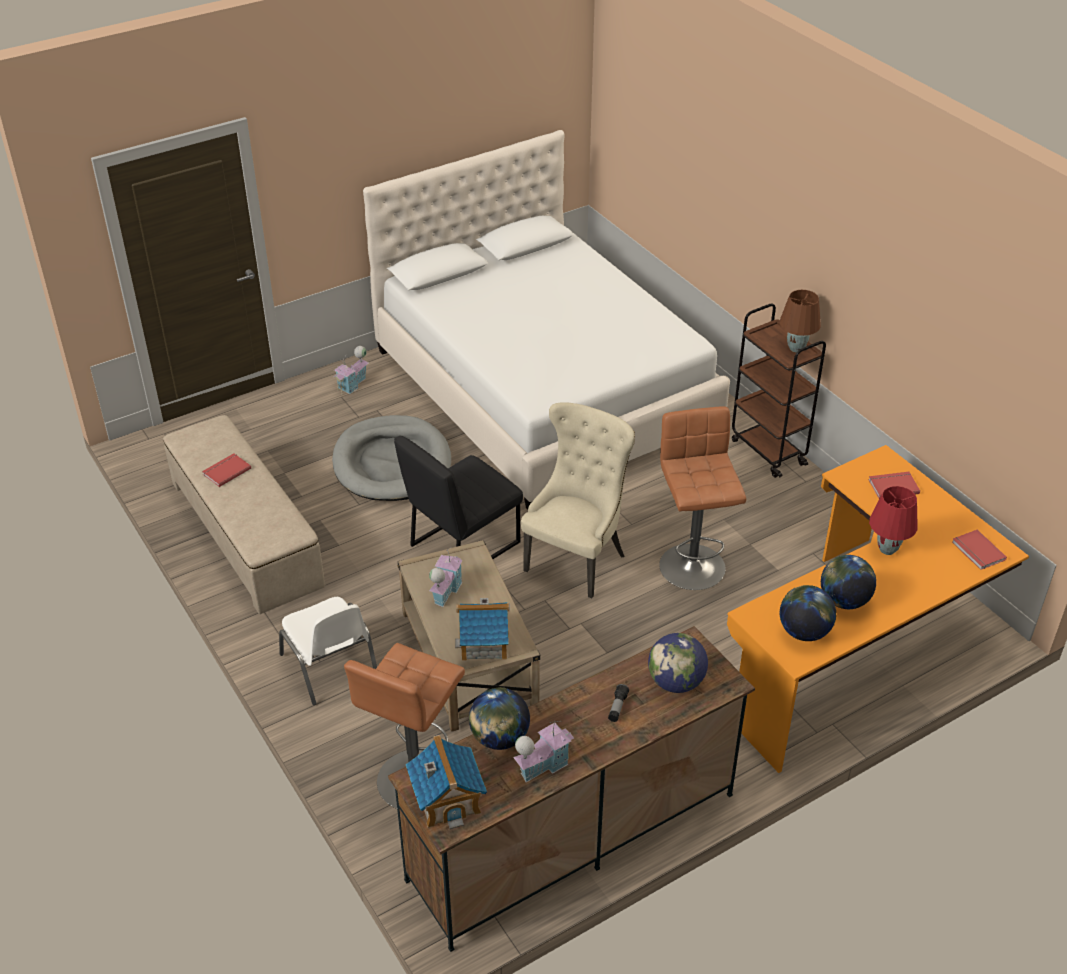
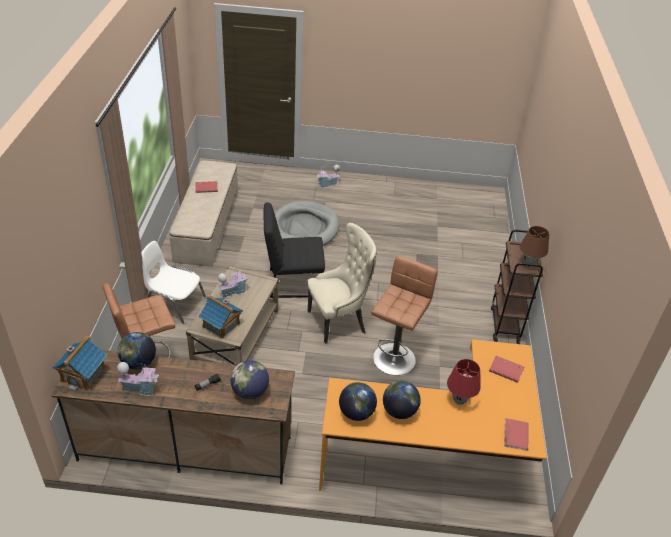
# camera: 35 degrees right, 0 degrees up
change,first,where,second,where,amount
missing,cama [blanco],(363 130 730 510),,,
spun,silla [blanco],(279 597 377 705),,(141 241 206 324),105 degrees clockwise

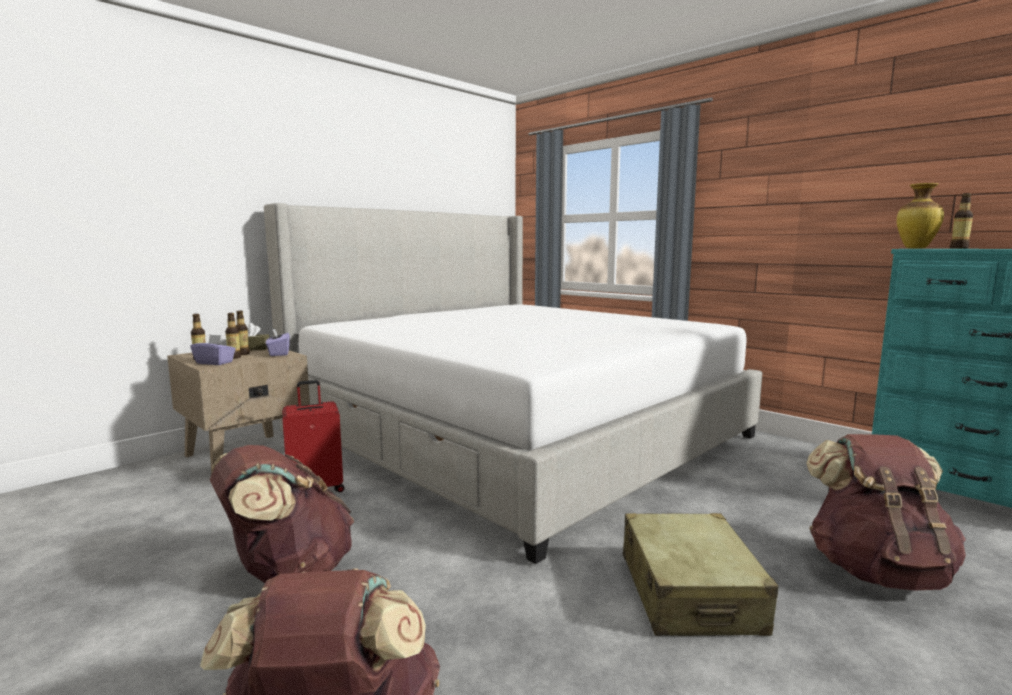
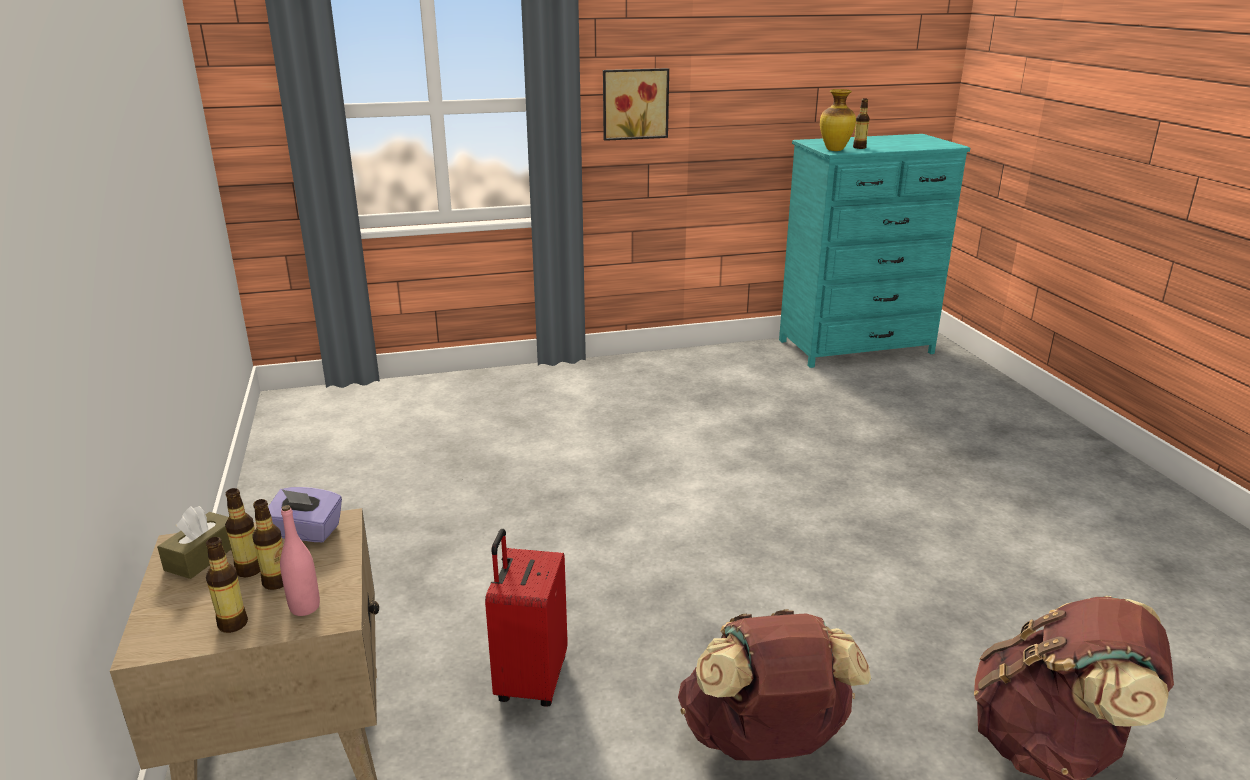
# camera: 60 degrees left, 15 degrees up
change,first,where,second,where,amount
missing,cama,(264 203 762 564),,,
exchanged,caja de pañuelos [morado],(190 335 236 365),botella [rosa],(280 505 320 616),
missing,mochila [marrón],(806 434 966 591),,,
missing,maleta [beis],(623 513 778 636),,,
appeared,,,cuadro,(603 68 669 141),

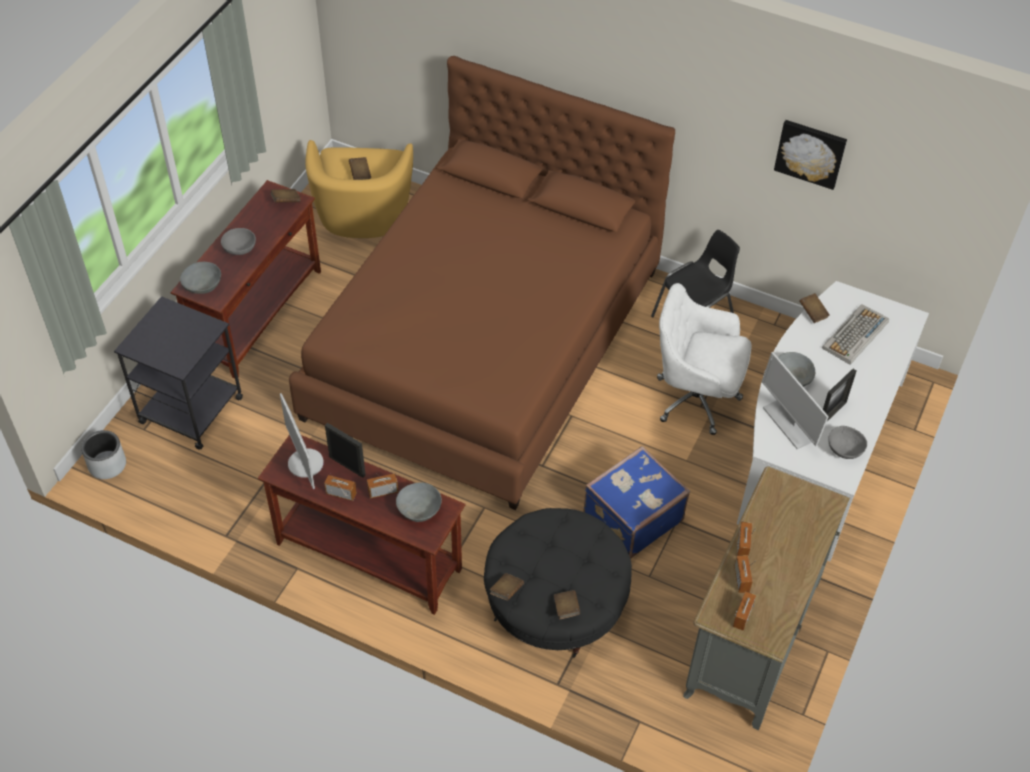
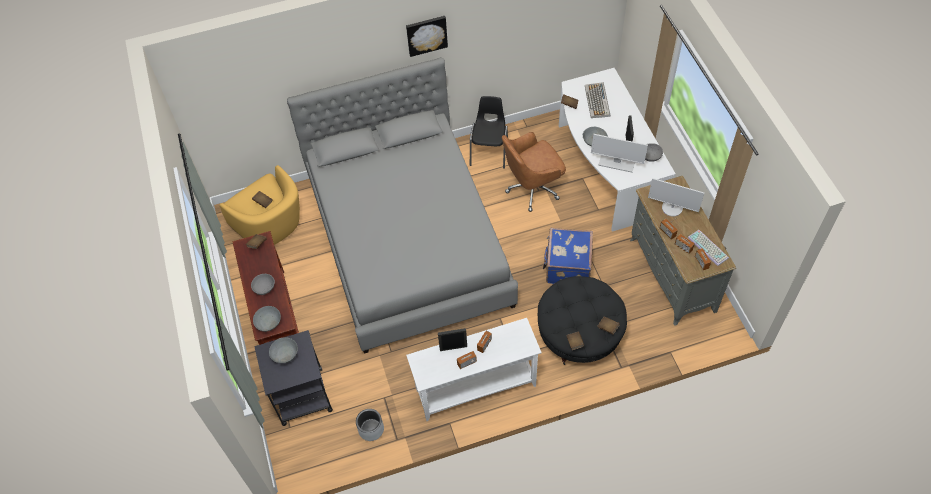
# camera: 40 degrees left, 5 degrees up
change,first,where,second,where,amount
colour,cama [marrón],(289 56 675 510),cama [gris],(287 57 518 354),
relocated,cuadro,(774 120 847 190),,(406 16 448 57),
colour,silla de oficina [blanco],(657 283 751 435),silla de oficina [marrón],(502 132 566 212),
relocated,monitor,(280 393 324 489),,(648 178 704 217),
relocated,maceta [gris],(81 430 126 479),,(356 409 384 441),
colour,mesa consola [marrón],(258 435 466 615),mesa consola [blanco],(406 318 542 421),
relocated,cuenco [gris],(396 482 442 522),,(269 337 298 363),
appeared,,,teclado,(688 230 729 266),

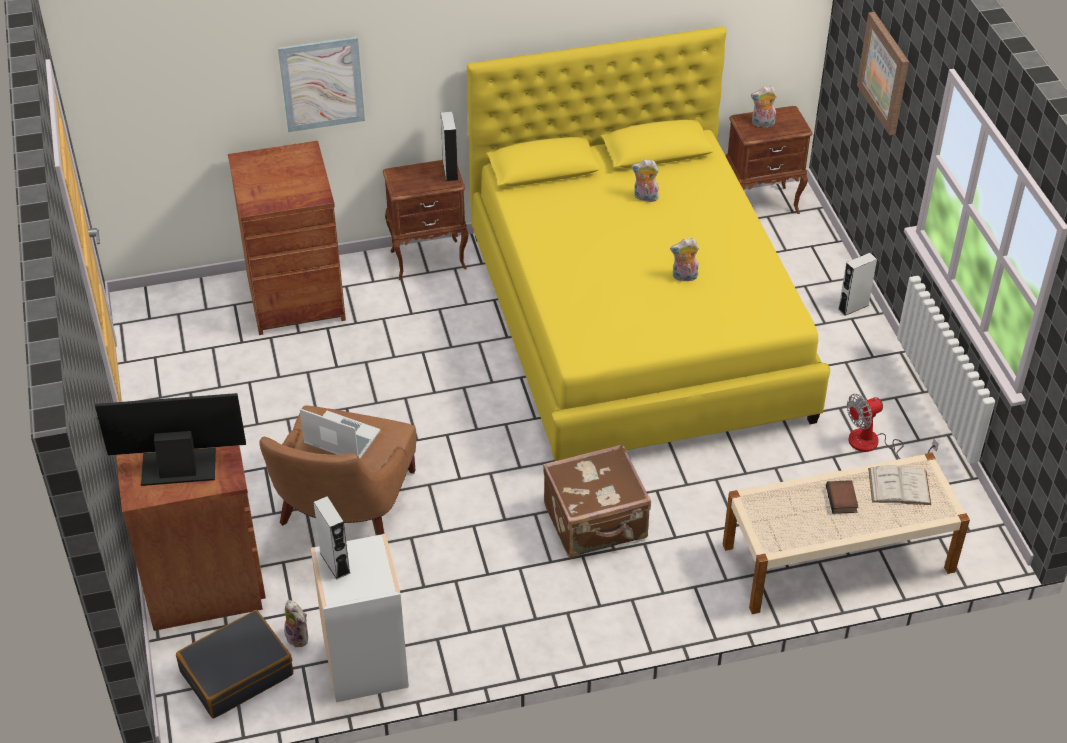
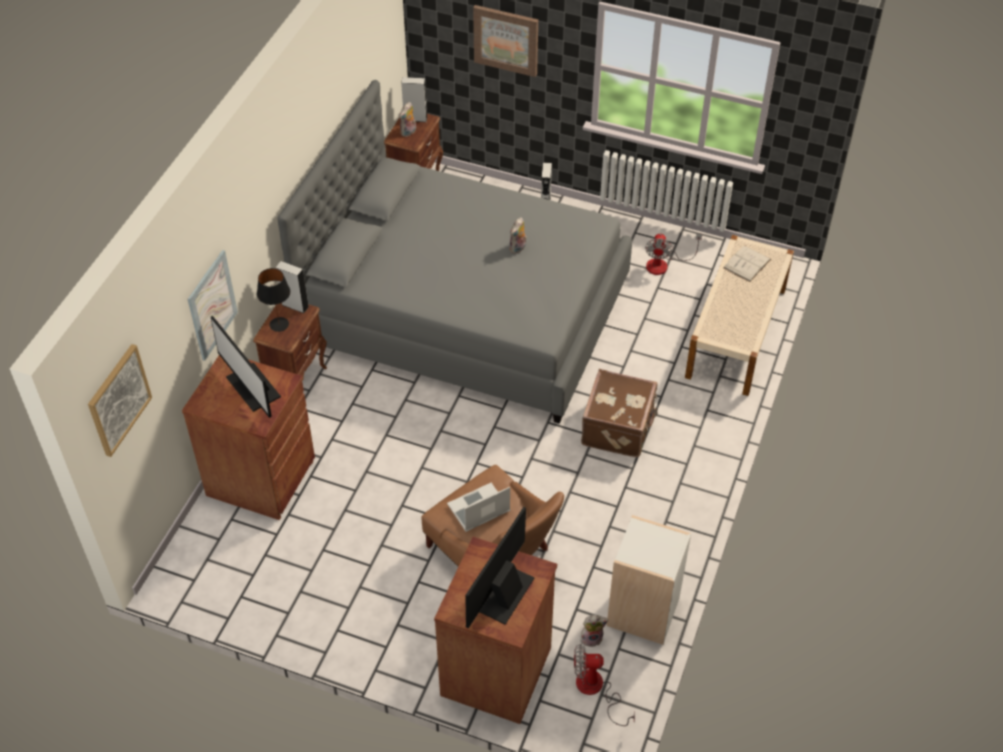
# camera: 55 degrees left, 5 degrees up
change,first,where,second,where,amount
colour,cama [amarillo],(467 26 830 461),cama [gris],(277 80 632 424),
missing,peluche,(632 159 660 202),,,
missing,libro,(826 480 858 514),,,
relocated,altavoz [gris],(314 496 350 579),,(401 77 427 122),
exchanged,maleta [negro],(176 610 293 718),ventilador,(574 644 635 726),
appeared,,,lámpara de mesa [negro],(257 268 290 332),
appeared,,,monitor,(211 316 281 418),
appeared,,,cuadro,(88 344 152 457),

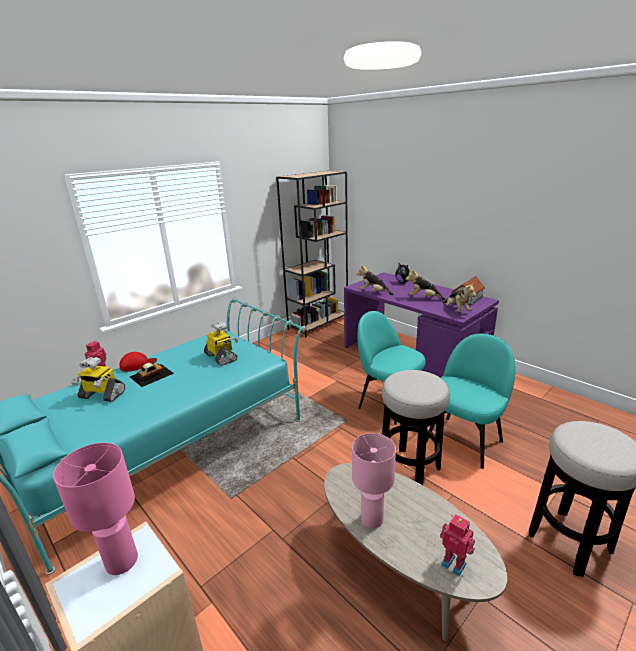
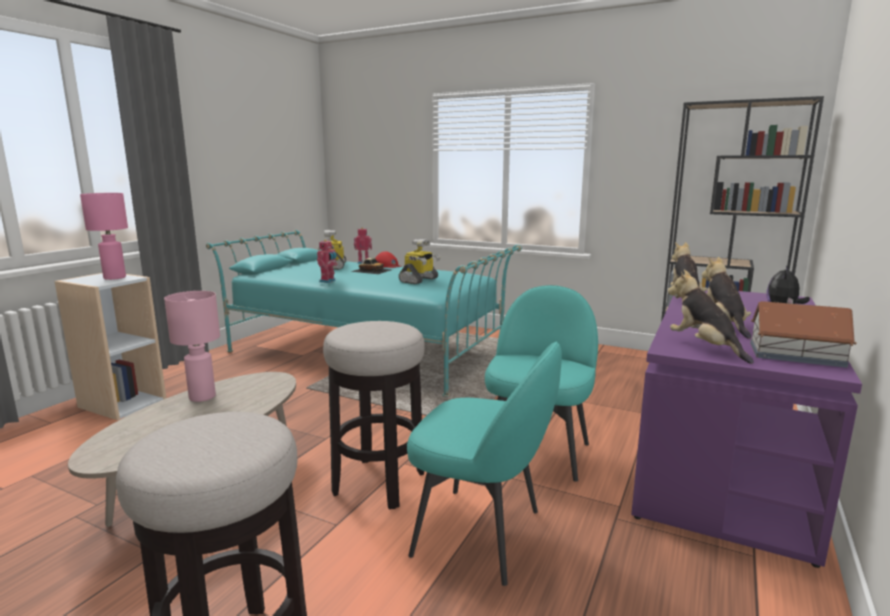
# camera: 70 degrees right, 10 degrees down
change,first,where,second,where,amount
spun,peluche,(442 283 476 312),,(668 270 754 364),105 degrees clockwise
relocated,robot de juguete,(440 514 475 576),,(317 240 338 283),

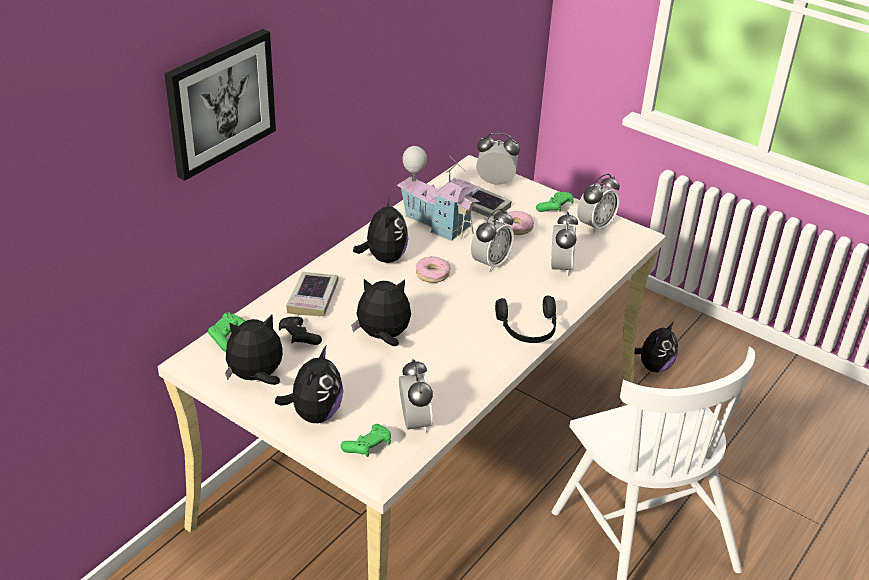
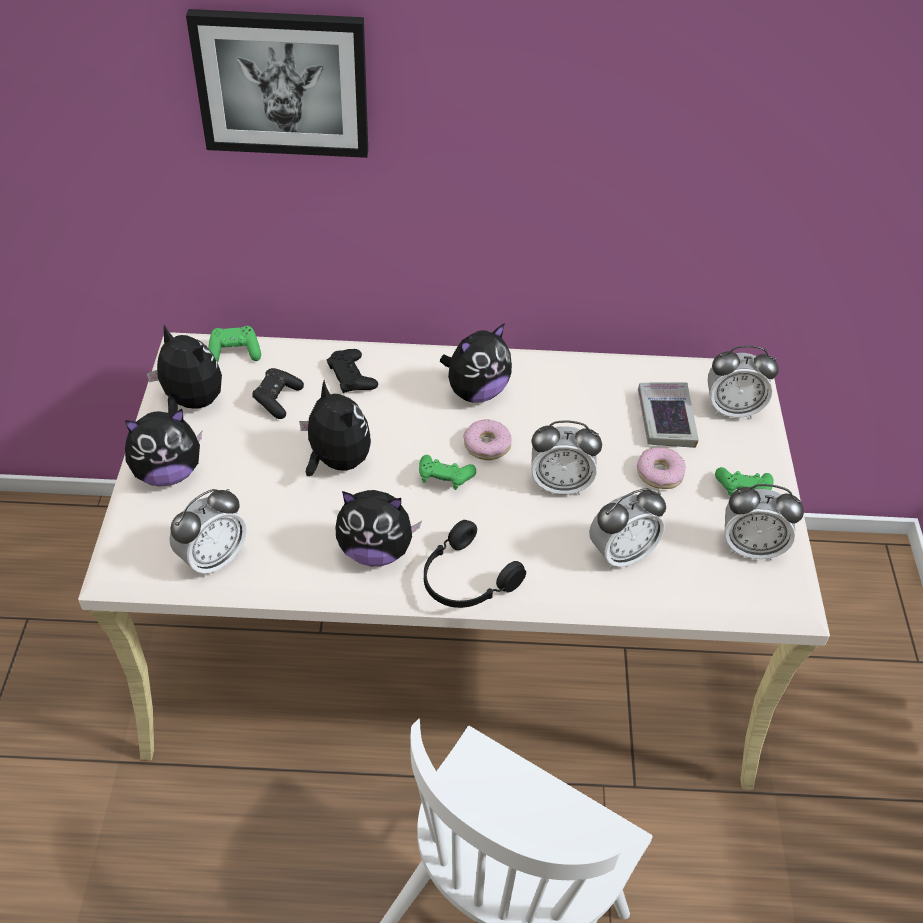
# camera: 55 degrees right, 10 degrees up
change,first,where,second,where,amount
spun,despertador,(476 133 520 185),,(708 345 779 418),120 degrees clockwise
missing,casita,(397 146 480 241),,,
exchanged,libro,(286 272 339 316),mando de consola [negro],(327 349 378 393),
relocated,peluche,(634 322 678 372),,(335 490 422 566),
relocated,mando de consola [verde],(341 424 391 457),,(419 455 476 490),

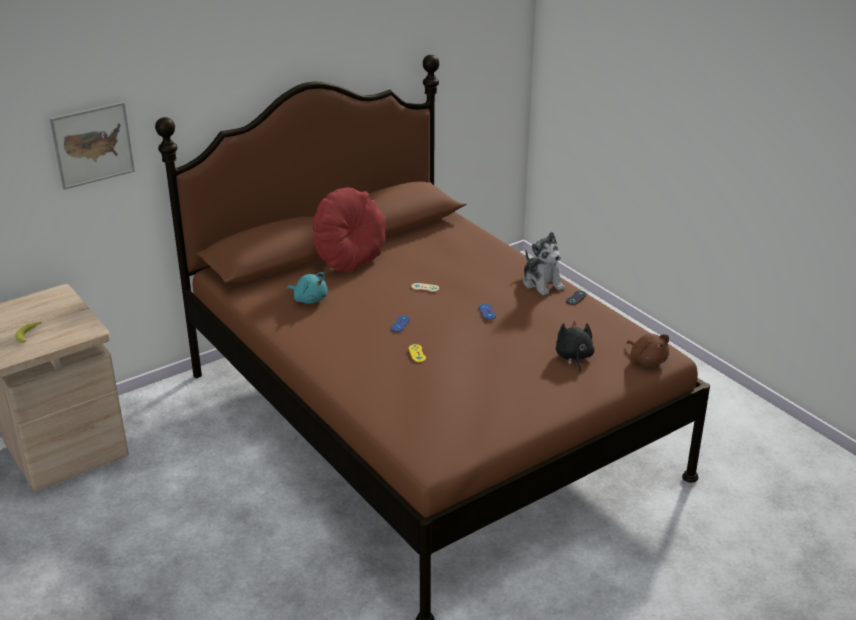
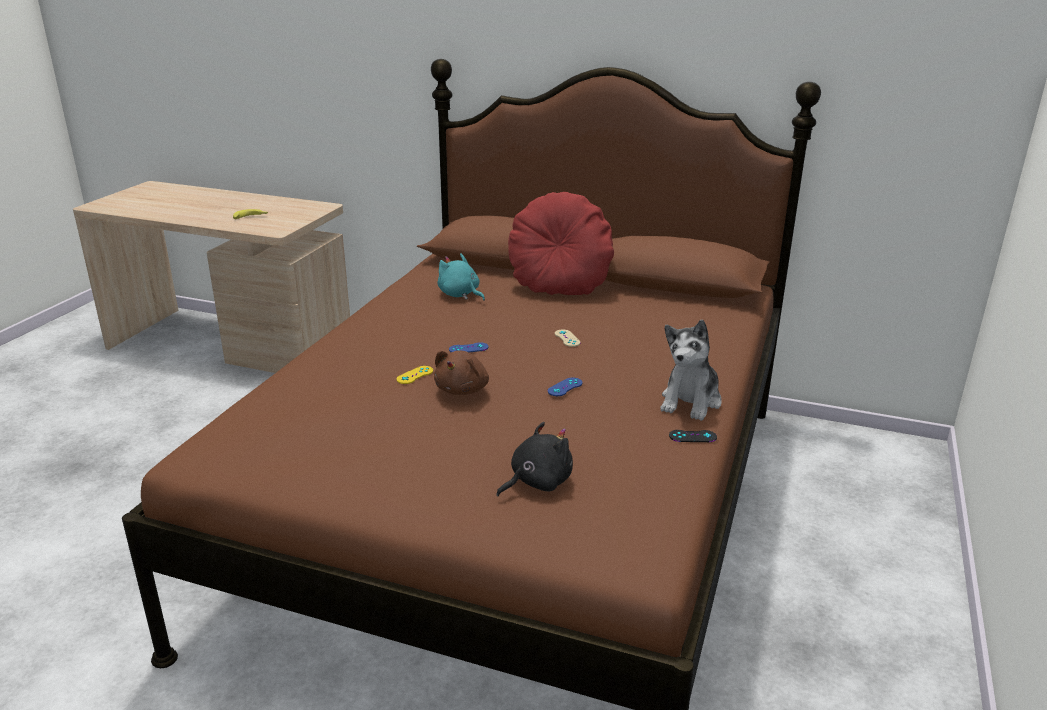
# camera: 55 degrees right, 5 degrees down
change,first,where,second,where,amount
missing,cuadro,(49 102 135 190),,,
spun,peluche [turquesa],(287 272 328 304),,(437 253 485 301),135 degrees clockwise
relocated,peluche [marrón],(627 334 669 366),,(434 351 489 395),

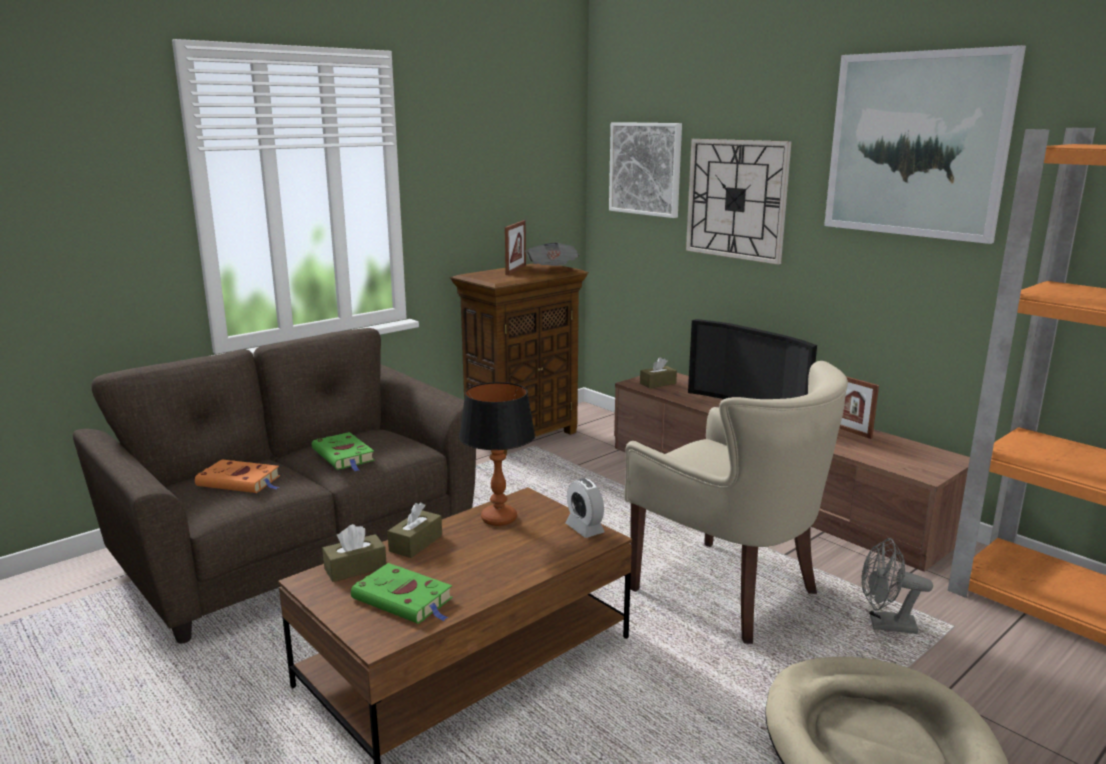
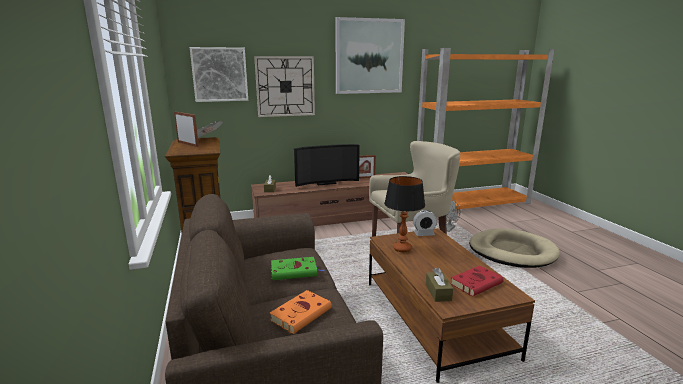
# camera: 65 degrees left, 0 degrees up
change,first,where,second,where,amount
missing,caja de pañuelos [marrón],(387 502 442 558),,,
colour,libro [verde],(351 563 453 624),libro [rojo],(450 265 504 296),

